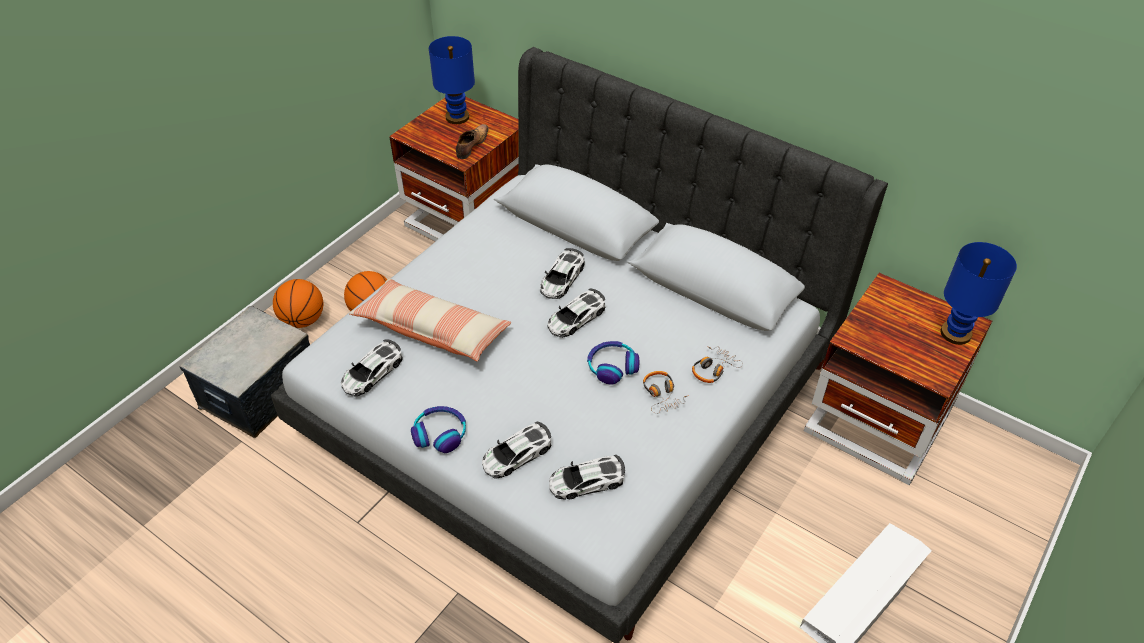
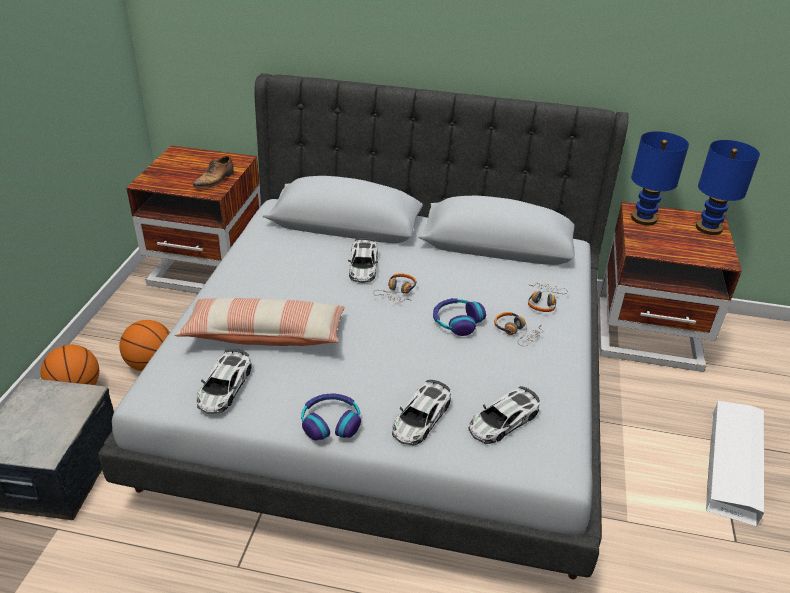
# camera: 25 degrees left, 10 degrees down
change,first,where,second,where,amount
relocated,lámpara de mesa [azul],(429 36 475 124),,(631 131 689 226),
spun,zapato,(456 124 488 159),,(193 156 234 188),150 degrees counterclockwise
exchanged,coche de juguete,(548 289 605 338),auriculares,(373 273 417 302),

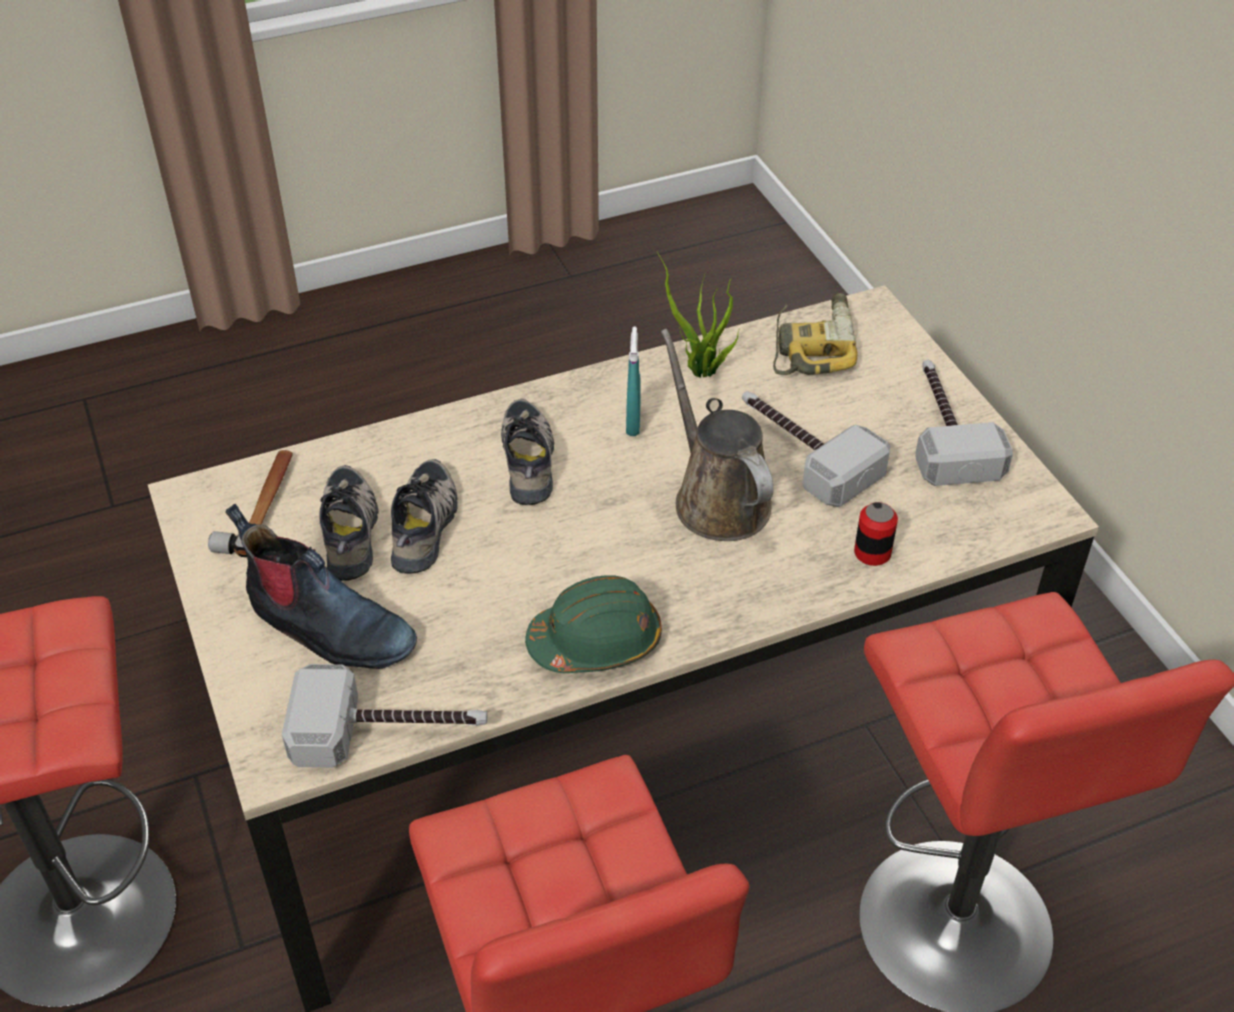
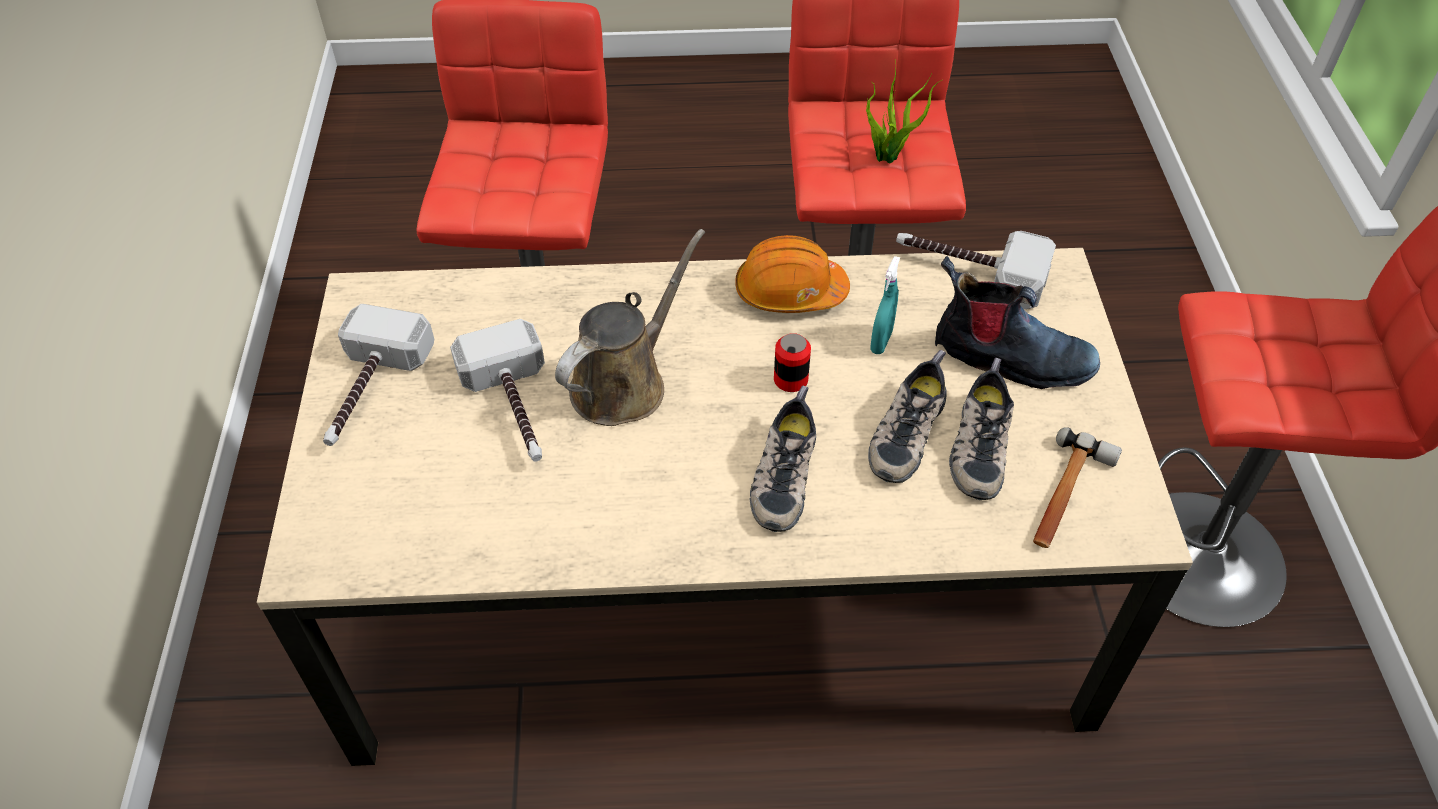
# camera: 160 degrees left, 5 degrees up
change,first,where,second,where,amount
relocated,planta en maceta,(657 252 740 377),,(866 63 942 164),
missing,taladro,(773 293 858 375),,,
relocated,pulverizador [turquesa],(626 327 640 436),,(870 256 900 354),
spun,regadera [marrón],(661 329 773 541),,(555 229 705 426),135 degrees counterclockwise
relocated,lata,(854 502 898 566),,(774 333 811 392),
spun,bota,(226 504 417 669),,(935 256 1100 389),150 degrees clockwise
colour,casco [verde],(525 575 662 673),casco [naranja],(735 235 850 313),

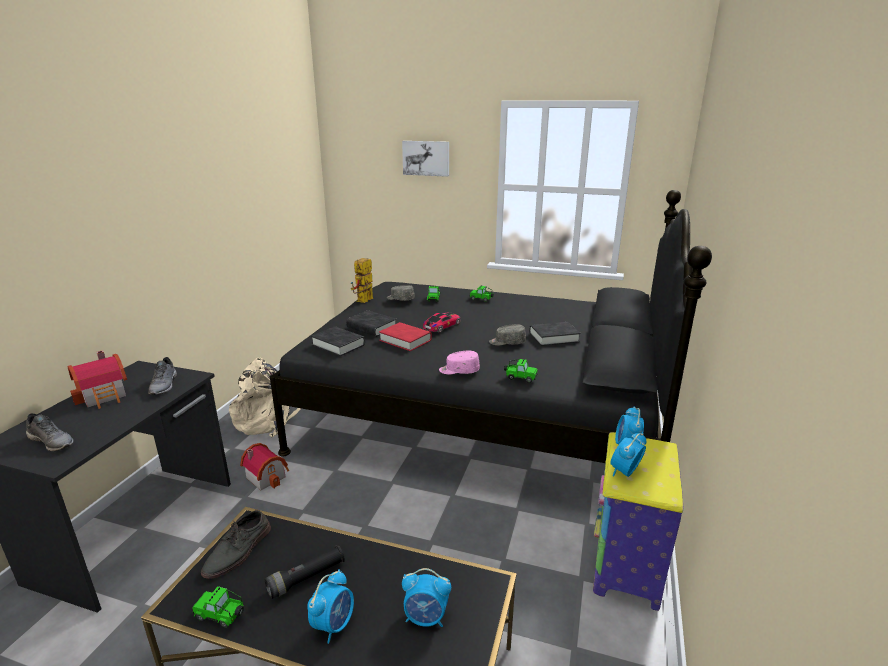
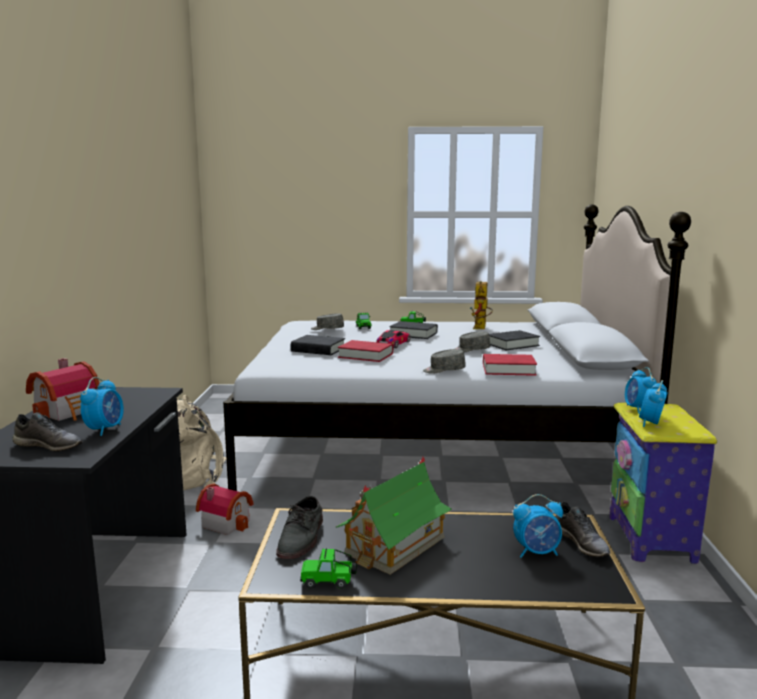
# camera: 15 degrees left, 10 degrees down
change,first,where,second,where,amount
missing,cuadro,(402 141 449 177),,,
colour,cama [negro],(270 190 712 463),cama [blanco],(223 204 691 491),
relocated,robot de juguete,(351 258 373 303),,(470 281 493 329),
relocated,libro [negro],(311 326 365 356),,(390 321 438 339),
colour,gorra [rosa],(439 351 480 374),gorra [gris],(423 349 466 374),
relocated,zapato [gris],(148 357 177 395),,(556 502 610 557),
exchanged,coche de juguete,(504 359 538 383),libro [rojo],(483 354 537 376),
exchanged,linterna [negro],(265 545 345 599),casita,(336 457 452 575),
relocated,despertador,(307 569 354 644),,(80 377 124 436),

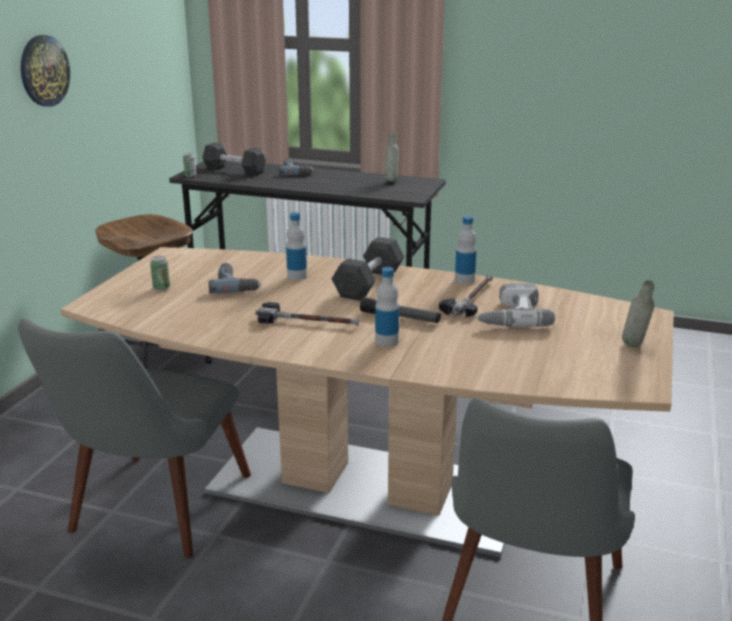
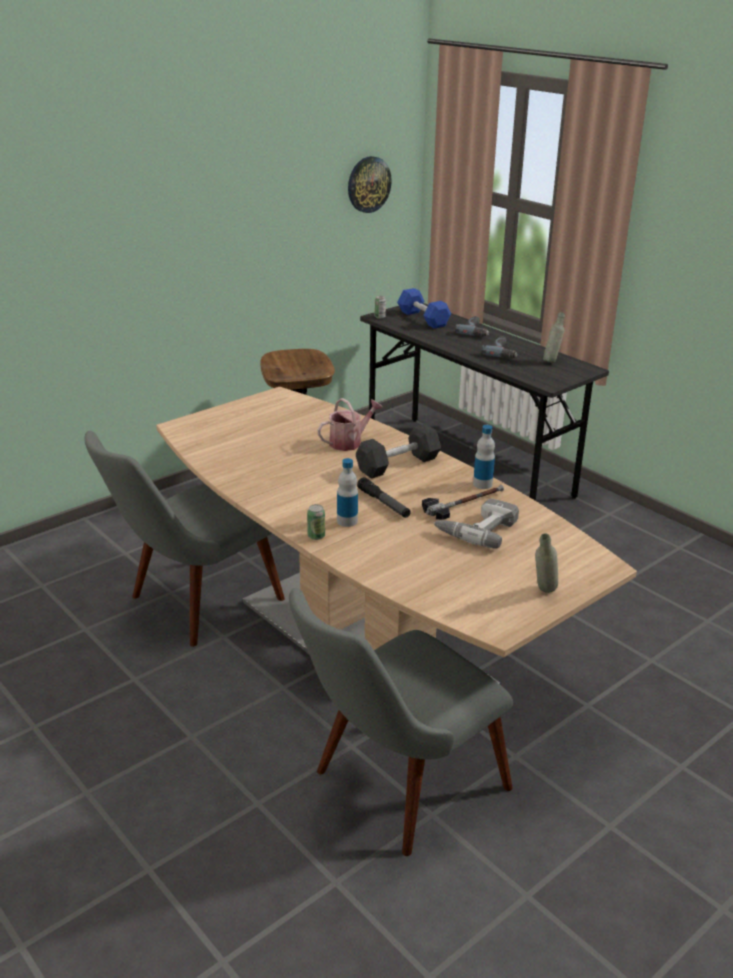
# camera: 30 degrees right, 5 degrees up
change,first,where,second,where,amount
relocated,reloj de pared,(21 35 70 107),,(348 156 392 213),
colour,mancuerna [negro],(202 143 266 176),mancuerna [azul],(397 288 451 329),
exchanged,botella,(286 212 307 280),regadera,(317 398 383 451),
relocated,lata,(150 256 170 291),,(307 504 325 540),
relocated,taladro,(209 263 261 294),,(481 336 518 358),
missing,martillo,(255 302 359 326),,,

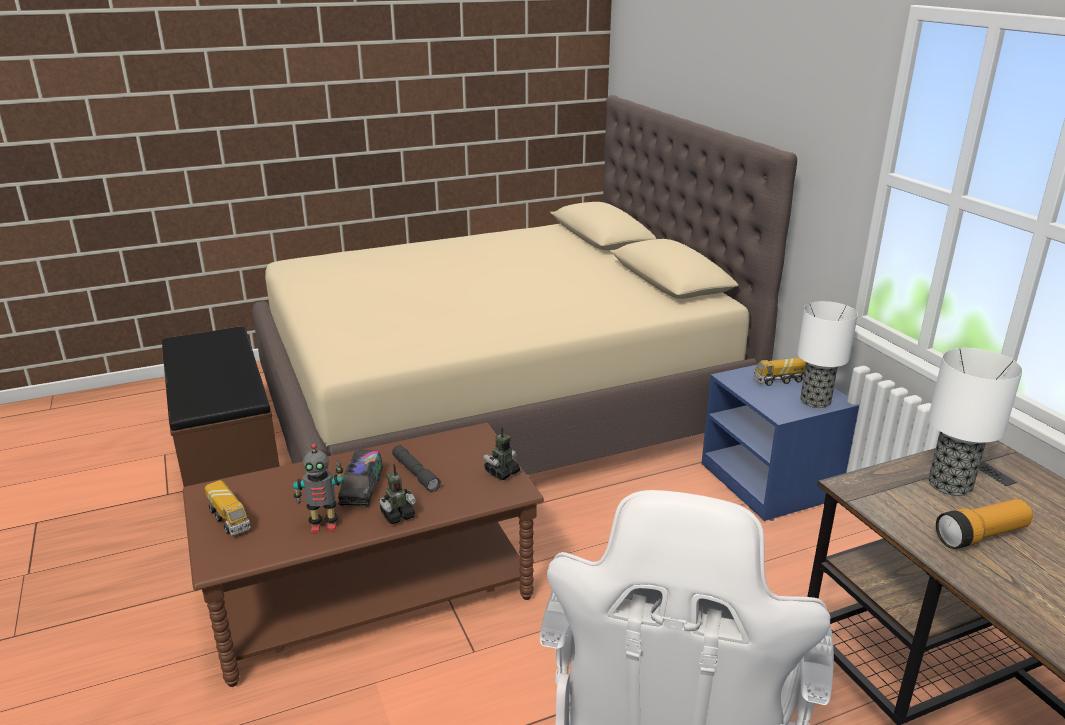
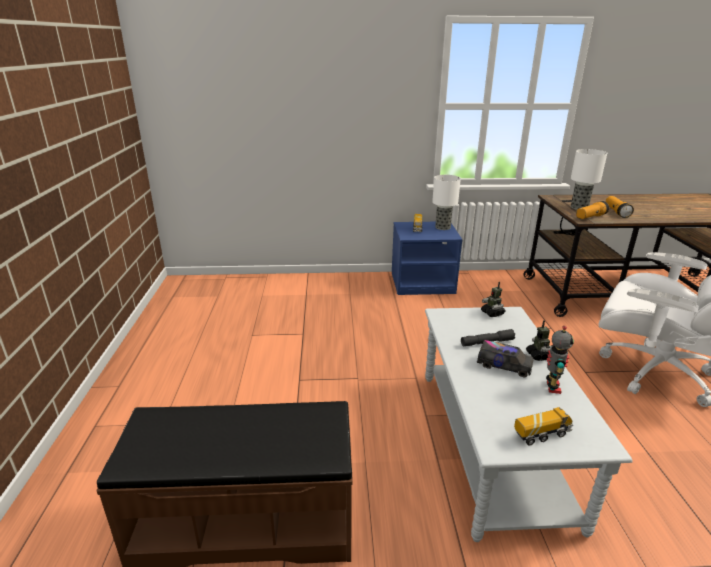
# camera: 70 degrees left, 0 degrees up
change,first,where,second,where,amount
missing,cama [beis],(252 95 797 475),,,
colour,mesa de centro [marrón],(183 423 544 687),mesa de centro [gris],(425 307 633 542),
appeared,,,linterna,(576 201 609 219),

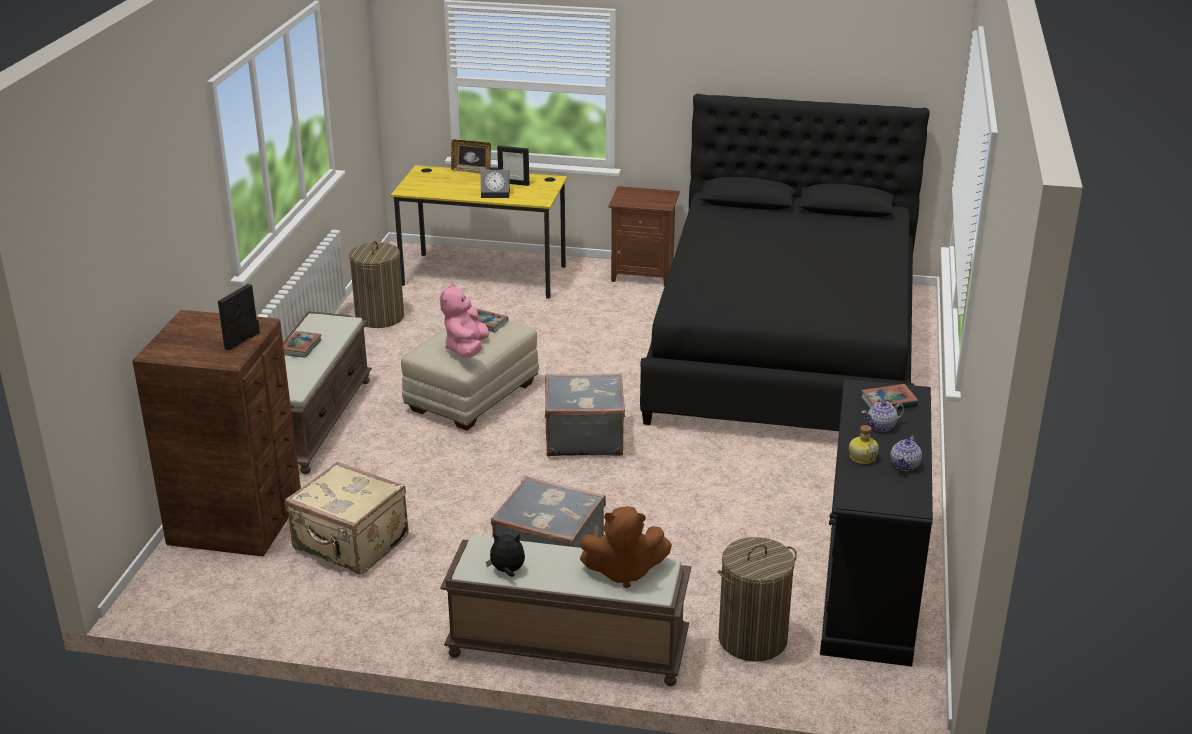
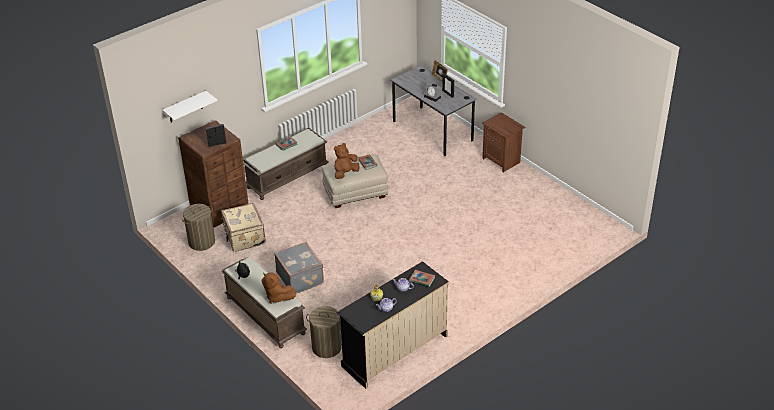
# camera: 40 degrees right, 10 degrees up
change,first,where,second,where,amount
missing,cama [negro],(640 94 930 431),,,
colour,escritorio [amarillo],(391 165 567 299),escritorio [gris],(391 65 477 156),
relocated,cesto de la ropa,(349 241 404 328),,(182 204 215 251),
colour,peluche [rosa],(440 283 489 358),peluche [marrón],(334 143 360 179),
missing,maleta [gris],(545 373 625 457),,,
appeared,,,estante [blanco],(162 91 218 123),

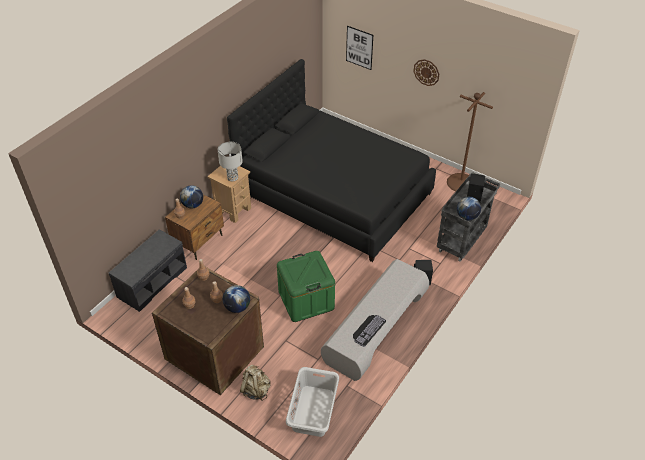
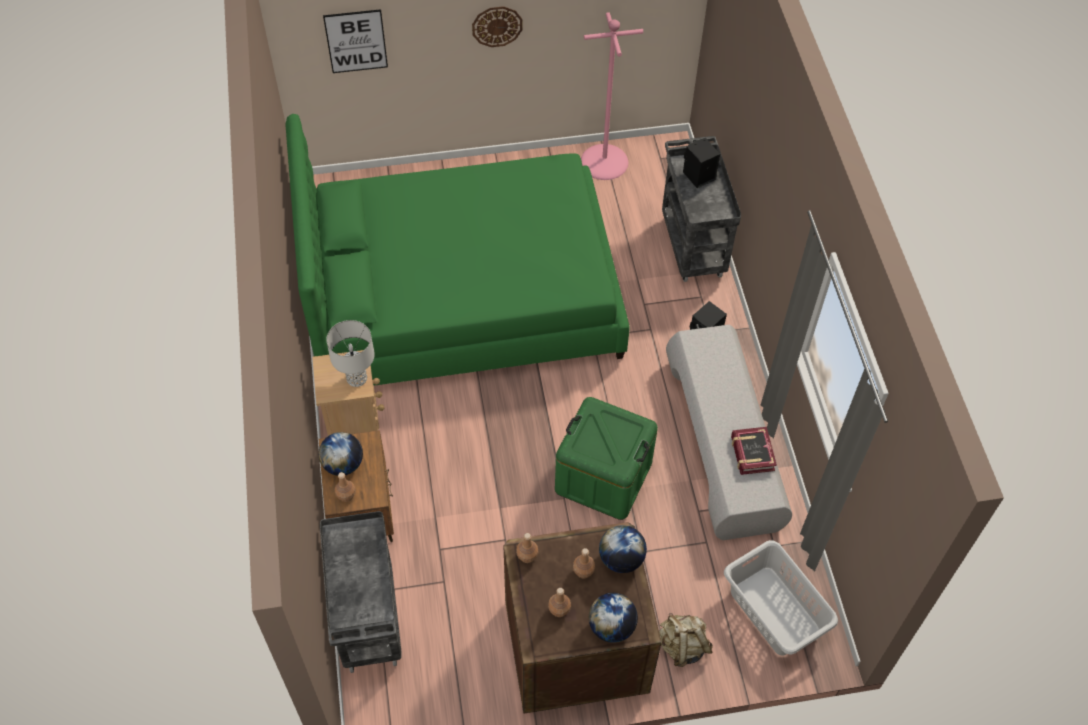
# camera: 45 degrees left, 10 degrees up
change,first,where,second,where,amount
colour,cama [negro],(227 59 436 262),cama [verde],(285 114 630 386),
colour,perchero [marrón],(447 92 493 191),perchero [rosa],(581 12 643 180),
relocated,globo terráqueo,(457 197 481 220),,(589 593 638 643),
exchanged,banco [gris],(109 229 187 312),carrito [negro],(320 511 402 673),
exchanged,teclado,(353 315 386 347),libro,(731 427 777 475),

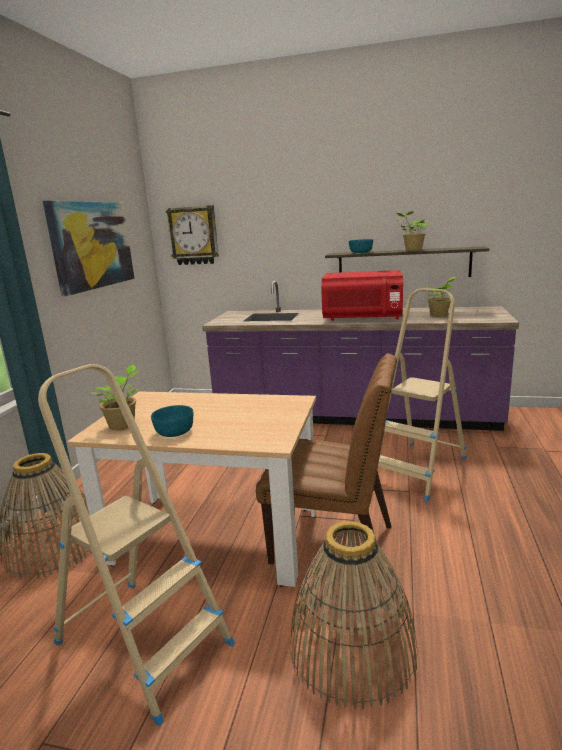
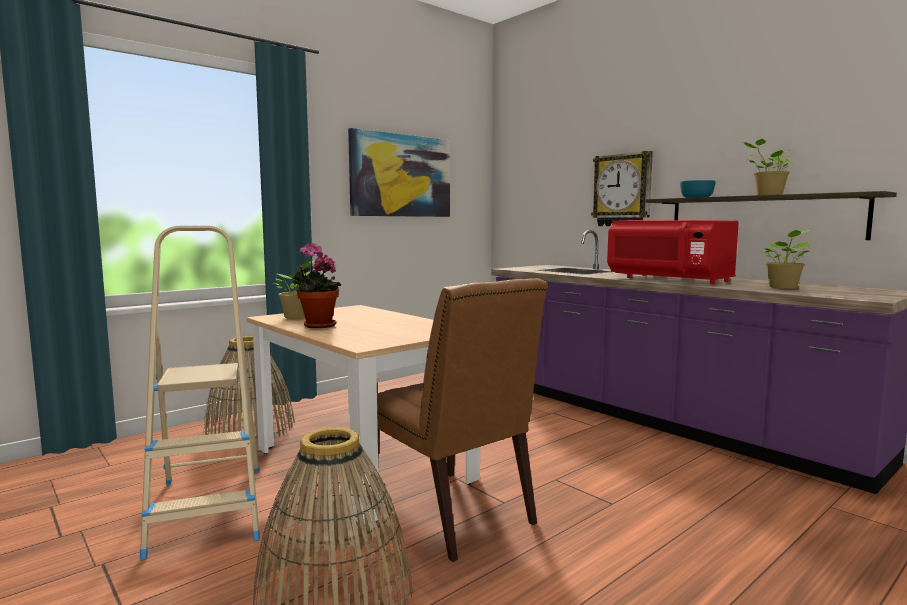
# camera: 35 degrees right, 10 degrees down
change,first,where,second,where,amount
relocated,reloj de pared,(166 205 219 265),,(591 151 653 226),
missing,escalera de tijera [beis],(378 288 467 502),,,
exchanged,cuenco [turquesa],(151 405 193 437),planta en maceta,(291 242 341 328),

